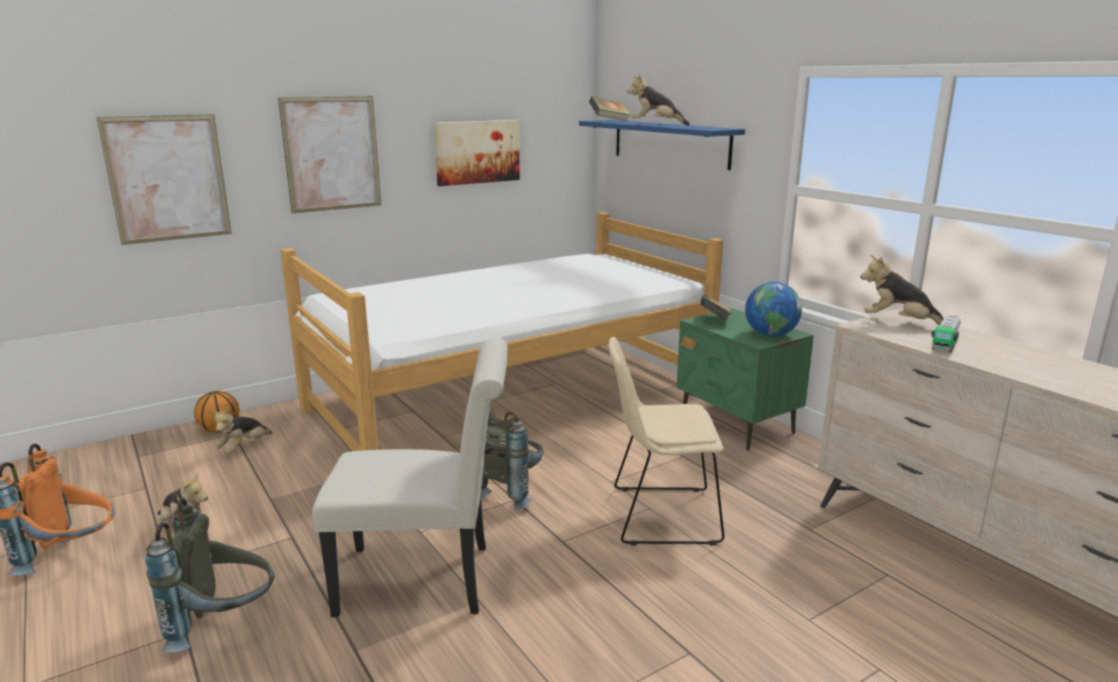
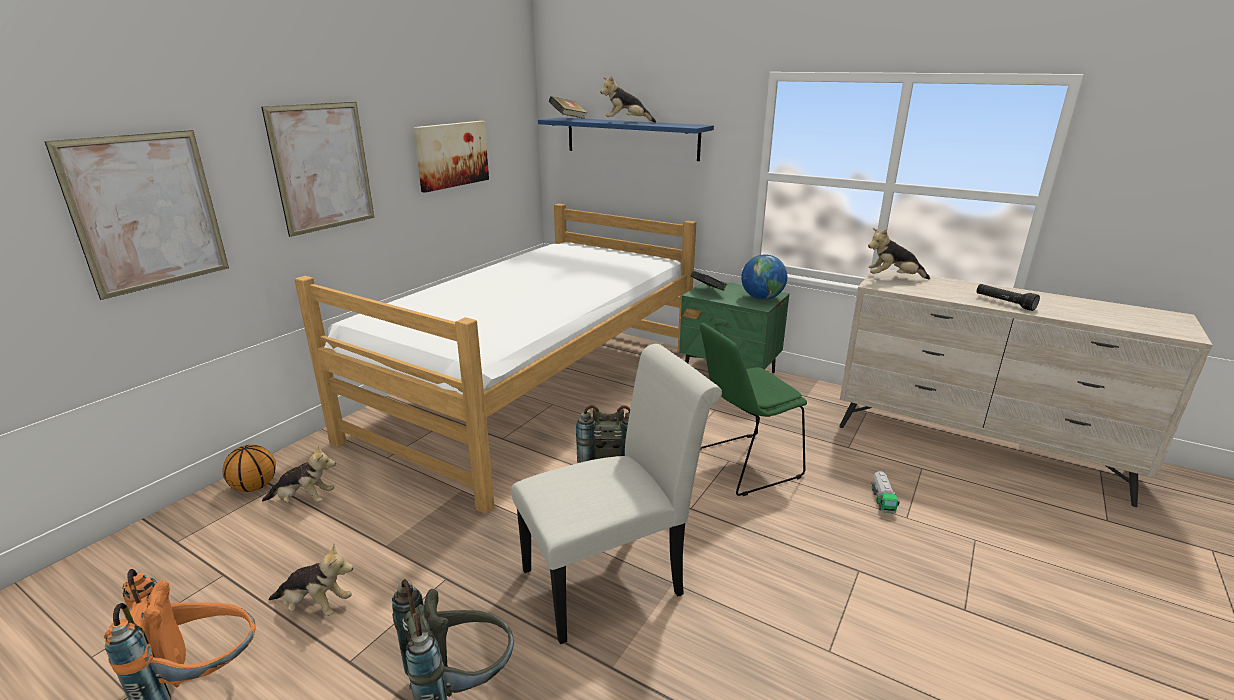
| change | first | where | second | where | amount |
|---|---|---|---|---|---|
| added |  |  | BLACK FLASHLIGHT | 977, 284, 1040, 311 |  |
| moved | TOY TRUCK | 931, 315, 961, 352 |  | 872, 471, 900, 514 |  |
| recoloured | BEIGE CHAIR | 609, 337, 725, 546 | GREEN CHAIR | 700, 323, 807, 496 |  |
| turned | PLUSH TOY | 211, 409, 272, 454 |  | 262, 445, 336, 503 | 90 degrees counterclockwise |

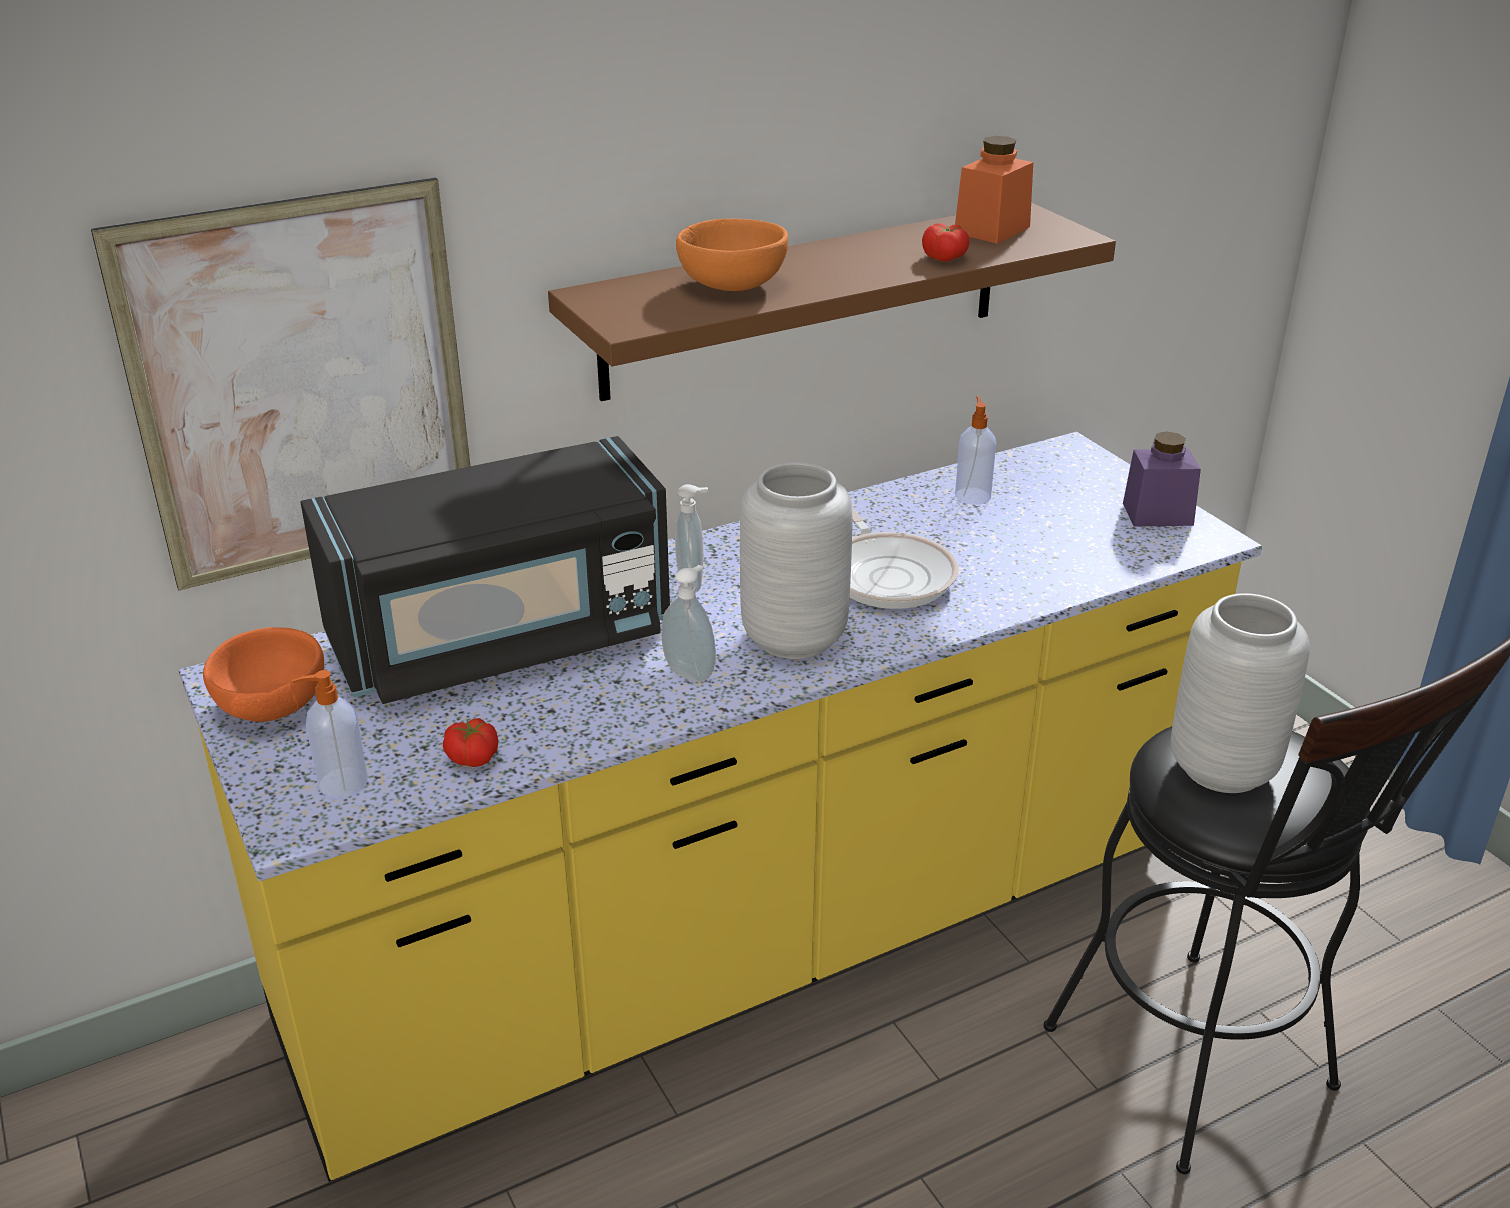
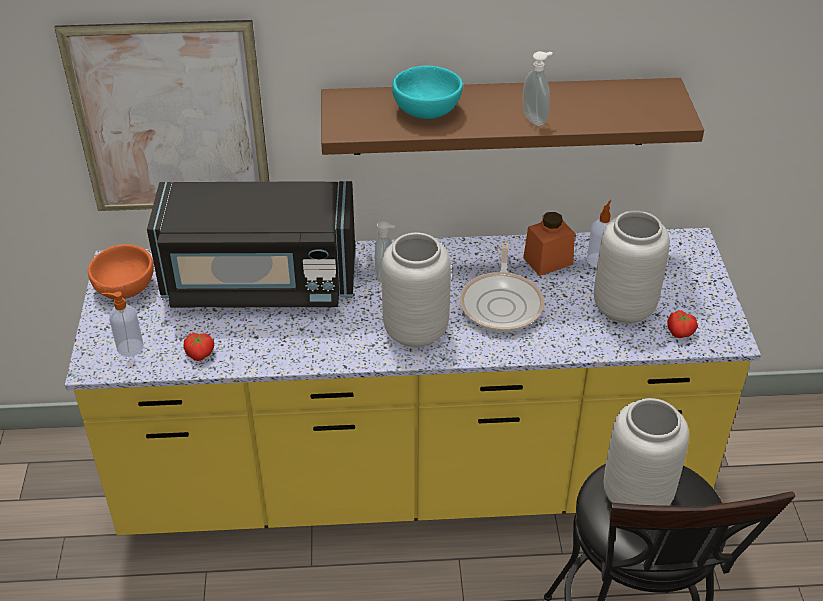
| change | first | where | second | where | amount |
|---|---|---|---|---|---|
| removed | PURPLE JAR | 1123, 431, 1201, 526 |  |  |  |
| added |  |  | GREY VASE | 594, 210, 670, 324 |  |
| moved | SOAP DISPENSER | 661, 565, 716, 682 |  | 523, 51, 552, 126 |  |
| moved | TOMATO | 922, 223, 970, 262 |  | 668, 310, 698, 338 |  |
| moved | ORANGE JAR | 955, 136, 1033, 244 |  | 523, 212, 575, 276 |  |
| recoloured | ORANGE BOWL | 676, 219, 788, 291 | TURQUOISE BOWL | 392, 66, 463, 119 |  |

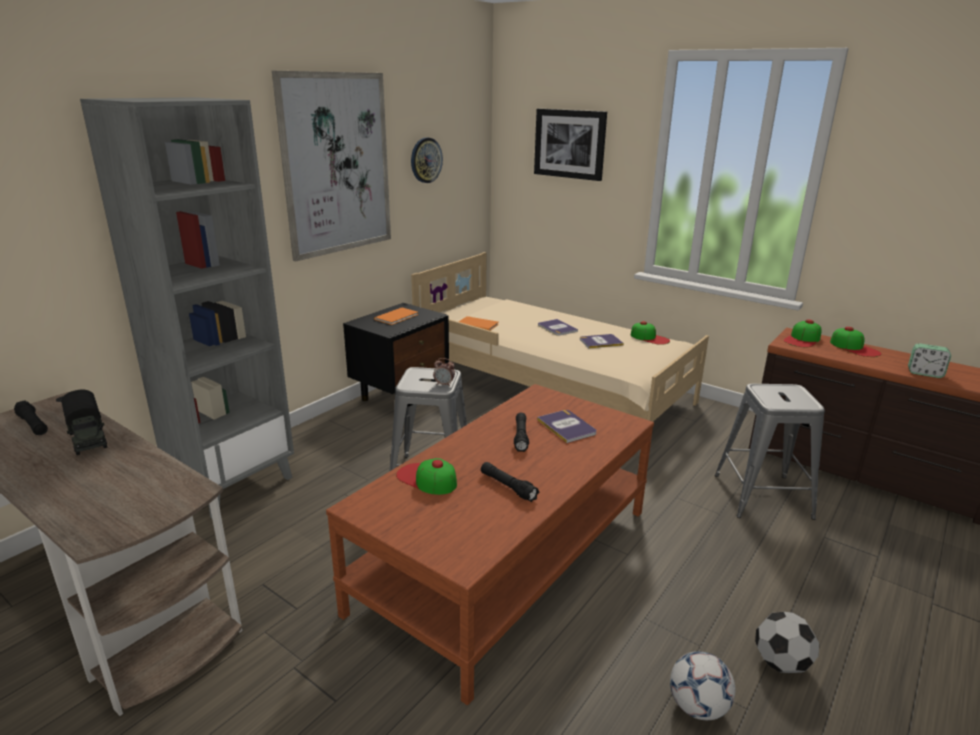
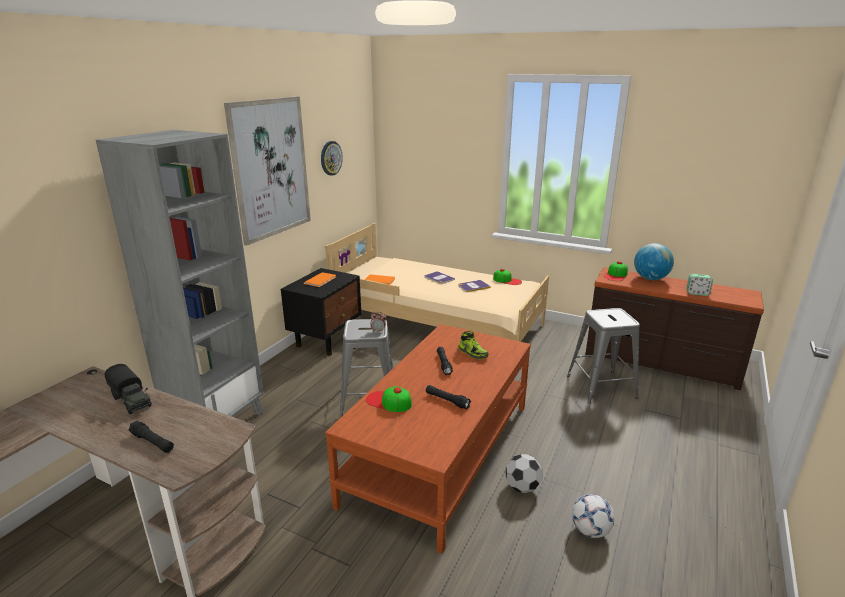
| change | first | where | second | where | amount |
|---|---|---|---|---|---|
| removed | PICTURE | 534, 108, 607, 181 |  |  |  |
| moved | BLACK FLASHLIGHT | 14, 400, 48, 435 |  | 128, 421, 174, 453 |  |
| moved | FOOTBALL | 755, 612, 819, 673 |  | 506, 454, 543, 493 |  |
| replaced | BOOK | 537, 410, 596, 443 | SHOE | 459, 330, 489, 360 |  |
| replaced | CAP | 830, 327, 881, 357 | GLOBE | 634, 243, 674, 280 |  |

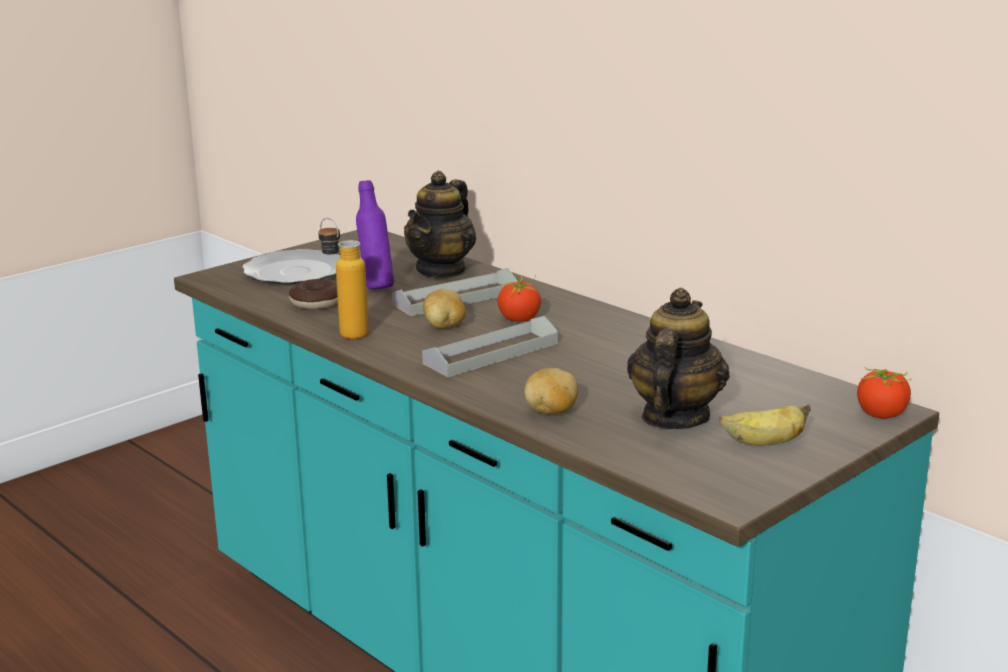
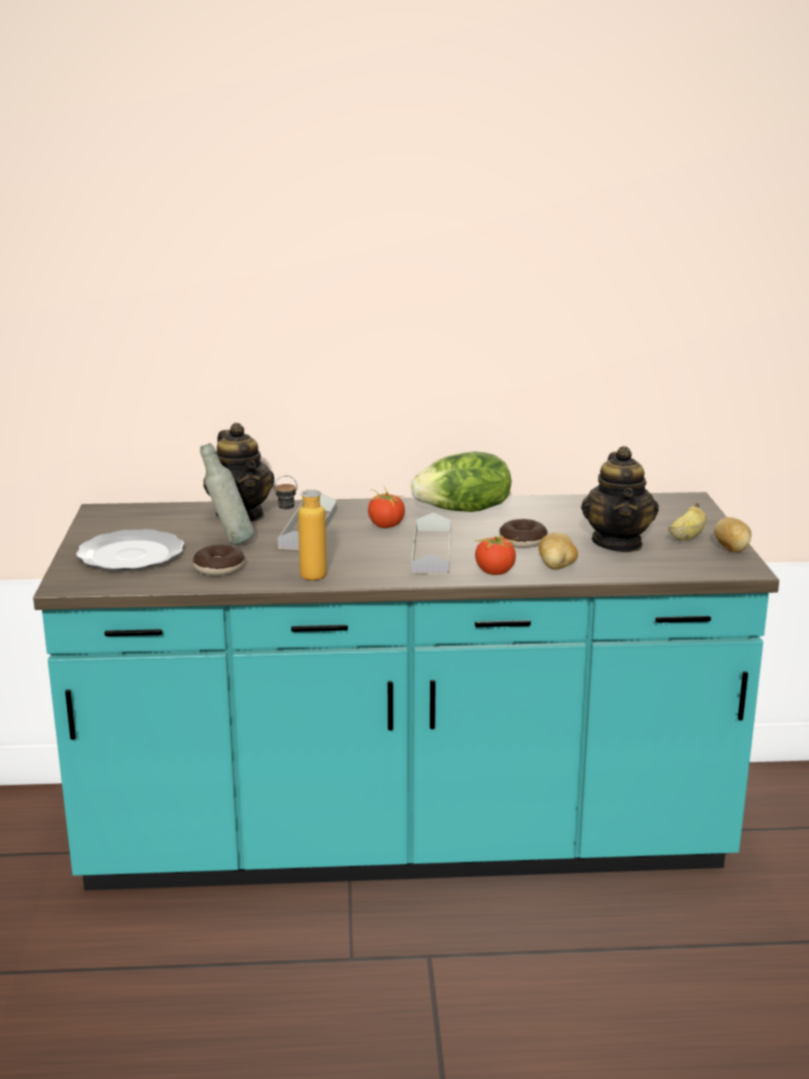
| change | first | where | second | where | amount |
|---|---|---|---|---|---|
| added |  |  | LETTUCE | 411, 452, 511, 512 |  |
| added |  |  | DONUT | 499, 519, 548, 548 |  |
| moved | POTATO | 423, 289, 466, 329 |  | 714, 517, 752, 553 |  |
| moved | TOMATO | 857, 367, 911, 419 |  | 475, 535, 517, 575 |  |
| recoloured | PURPLE BOTTLE | 356, 180, 394, 290 | GREY BOTTLE | 200, 443, 254, 545 |  |
| turned | TEAPOT | 627, 288, 730, 429 |  | 581, 446, 659, 552 | 150 degrees counterclockwise |

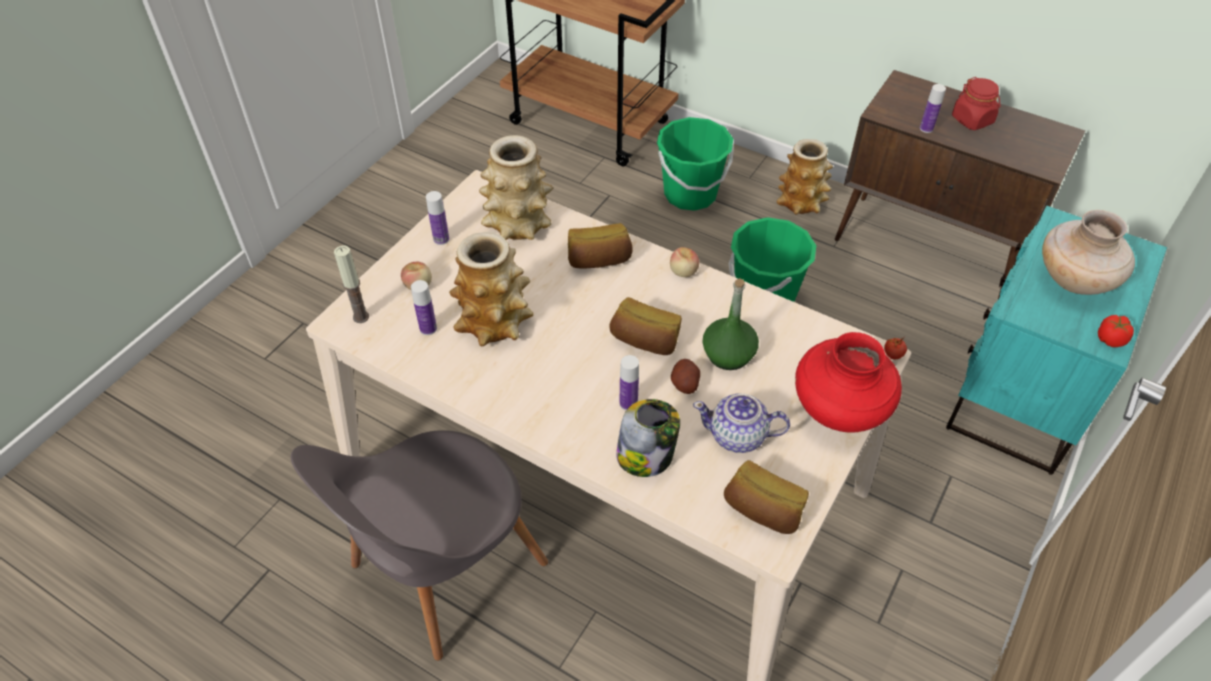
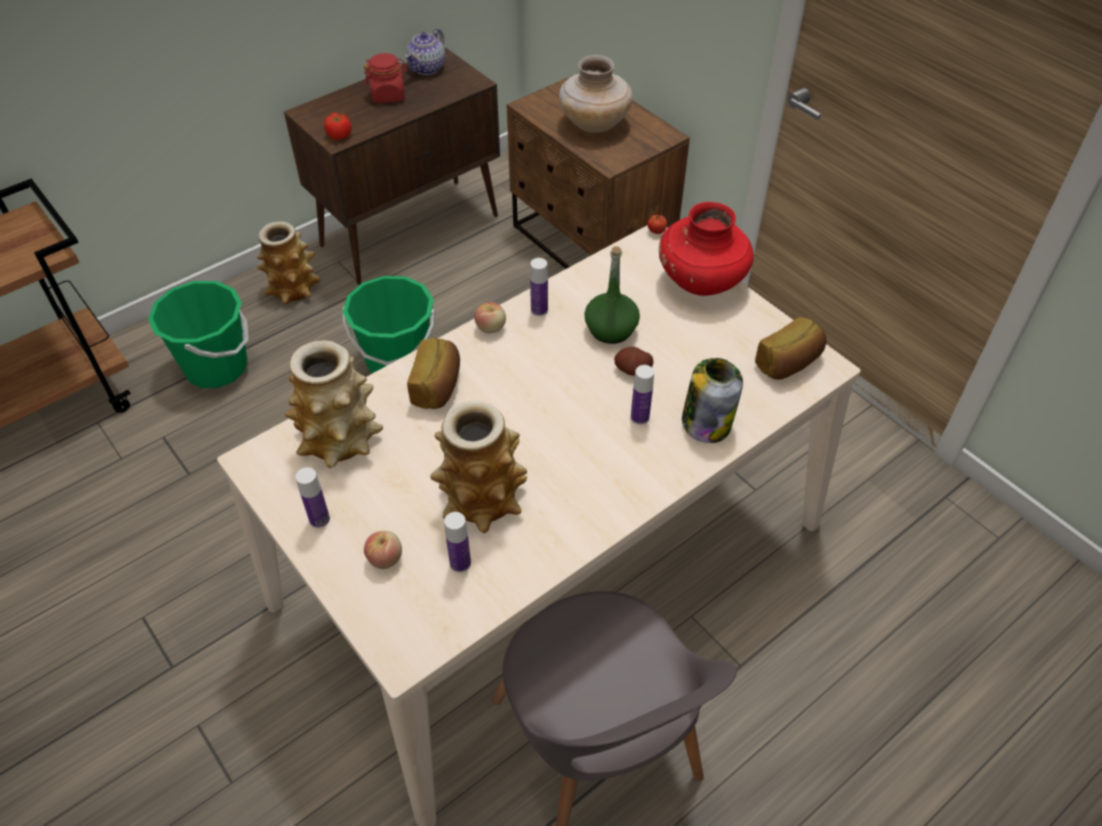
| change | first | where | second | where | amount |
|---|---|---|---|---|---|
| removed | CANDLE | 334, 245, 369, 323 |  |  |  |
| removed | BREAD | 609, 297, 682, 355 |  |  |  |
| moved | TEAPOT | 693, 393, 790, 453 |  | 405, 29, 445, 75 |  |
| moved | BOTTLE | 920, 84, 946, 133 |  | 530, 258, 548, 316 |  |
| moved | TOMATO | 1098, 315, 1134, 347 |  | 324, 113, 352, 140 |  |
| recoloured | TURQUOISE NIGHTSTAND | 946, 206, 1167, 475 | BROWN NIGHTSTAND | 507, 72, 690, 269 |  |

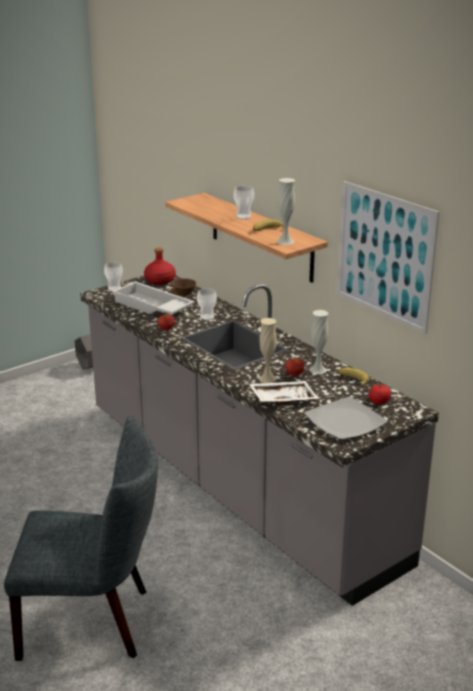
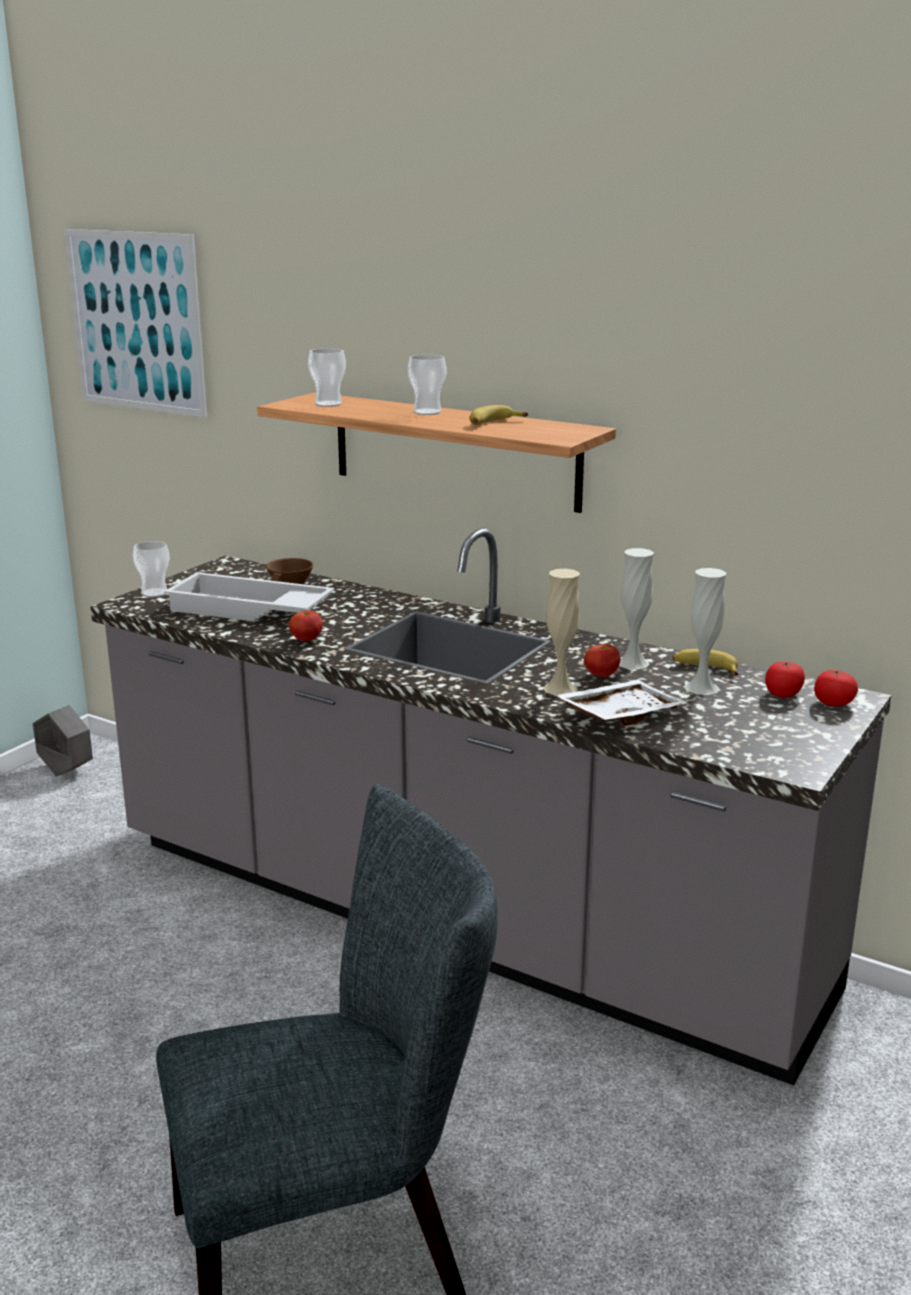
| change | first | where | second | where | amount |
|---|---|---|---|---|---|
| removed | RED BOTTLE | 144, 248, 176, 285 |  |  |  |
| removed | PLATE | 304, 397, 388, 440 |  |  |  |
| added |  |  | TOMATO | 814, 670, 858, 707 |  |
| moved | CUP | 197, 289, 217, 320 |  | 308, 348, 346, 407 |  |
| moved | WHITE VASE | 277, 178, 295, 245 |  | 684, 568, 726, 695 |  |
| moved | PICTURE | 337, 181, 439, 334 |  | 64, 229, 207, 418 |  |

